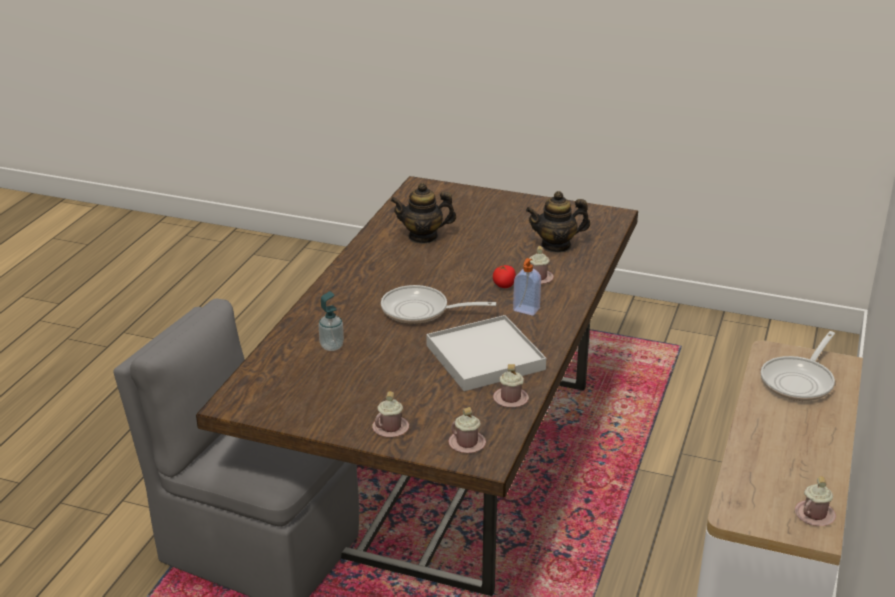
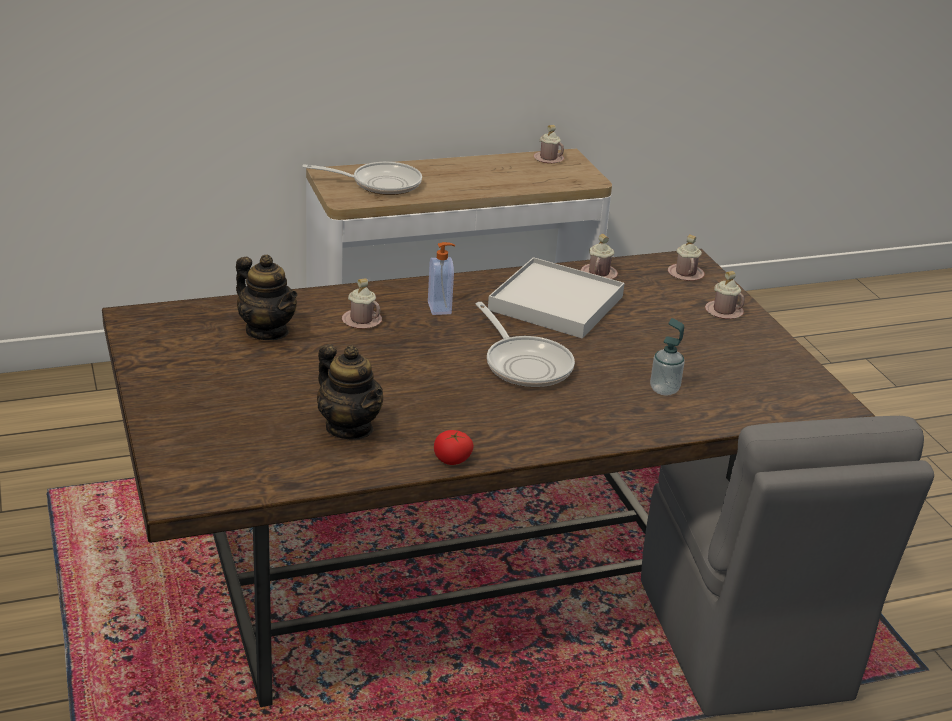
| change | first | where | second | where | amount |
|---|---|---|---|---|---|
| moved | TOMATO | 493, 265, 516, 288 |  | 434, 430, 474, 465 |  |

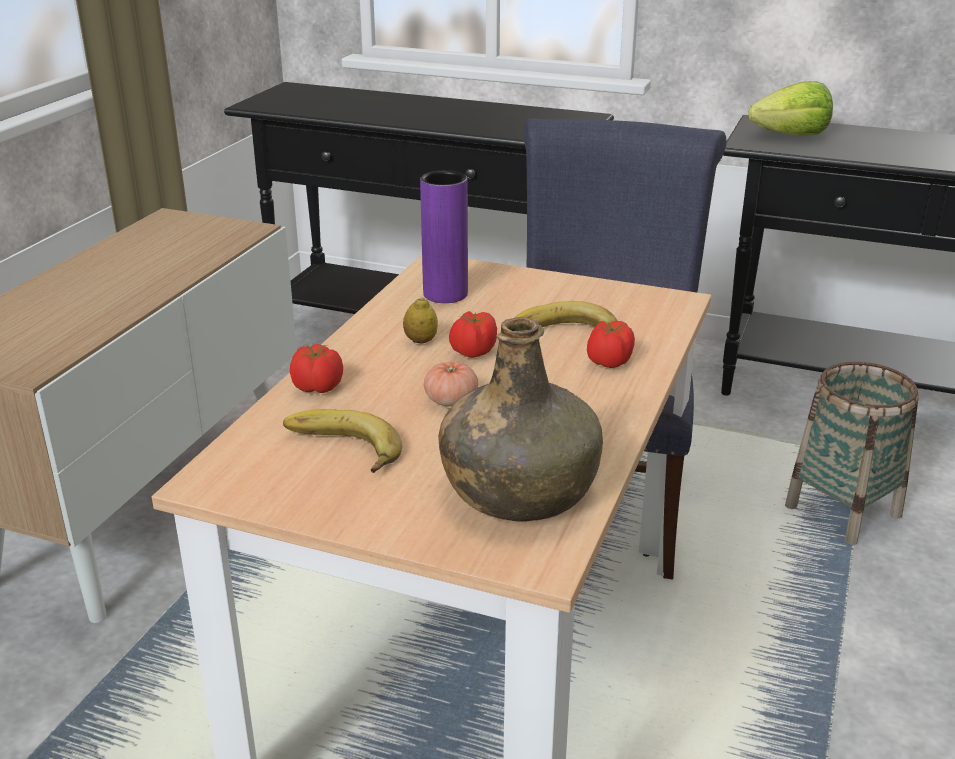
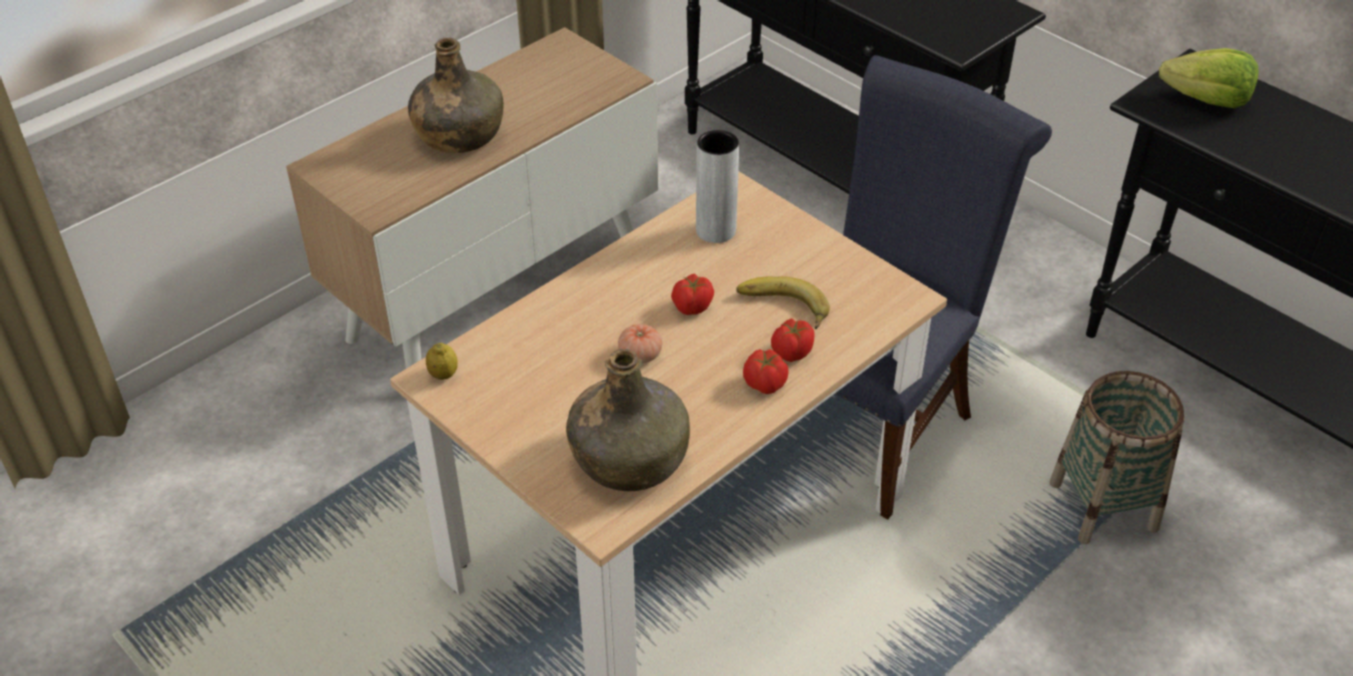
| change | first | where | second | where | amount |
|---|---|---|---|---|---|
| removed | BANANA | 283, 409, 402, 473 |  |  |  |
| added |  |  | GREEN BOTTLE | 408, 38, 504, 153 |  |
| moved | TOMATO | 290, 344, 343, 393 |  | 743, 349, 789, 394 |  |
| moved | LEMON | 403, 297, 438, 343 |  | 426, 343, 457, 380 |  |
| recoloured | PURPLE VASE | 420, 170, 468, 303 | GREY VASE | 696, 130, 739, 243 |  |

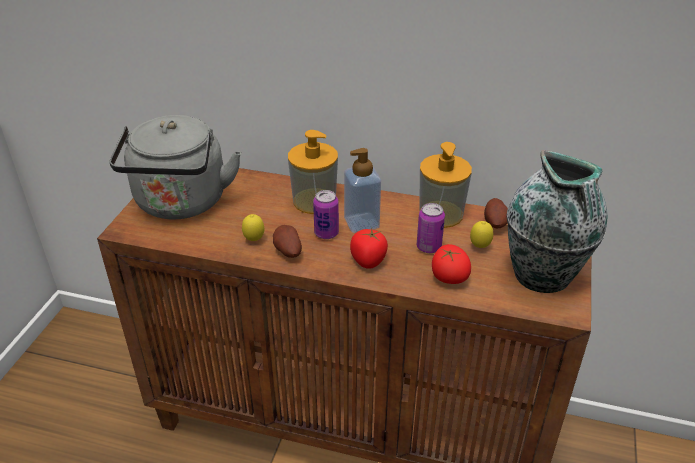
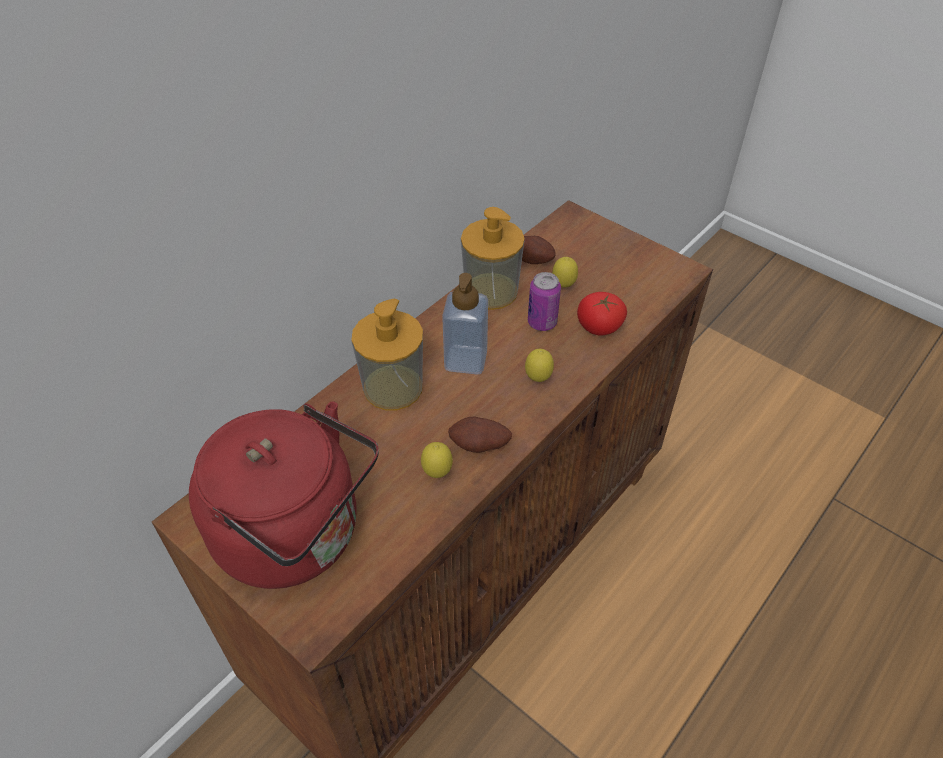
| change | first | where | second | where | amount |
|---|---|---|---|---|---|
| removed | CAN | 313, 190, 339, 239 |  |  |  |
| removed | VASE | 507, 150, 607, 293 |  |  |  |
| replaced | TOMATO | 350, 227, 388, 269 | LEMON | 525, 349, 554, 382 |  |
| recoloured | GREY KETTLE | 109, 115, 241, 219 | RED KETTLE | 189, 401, 379, 589 |  |

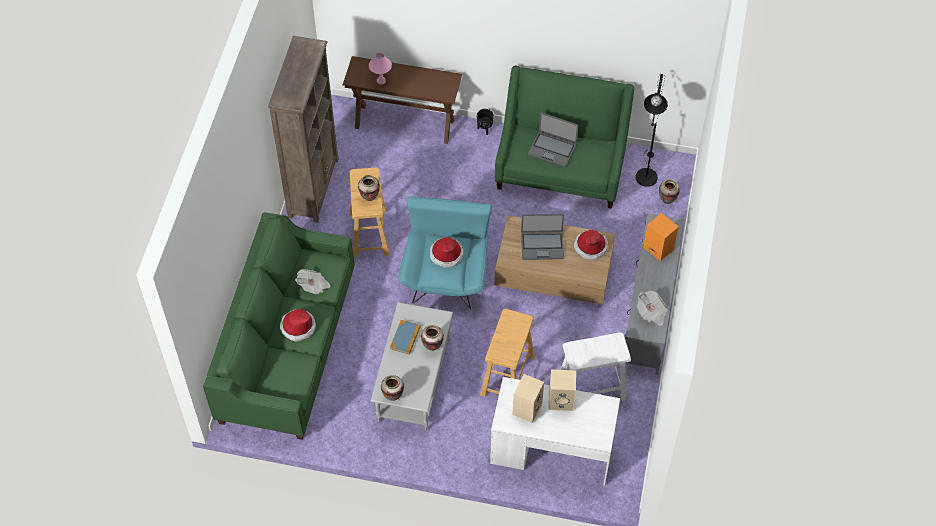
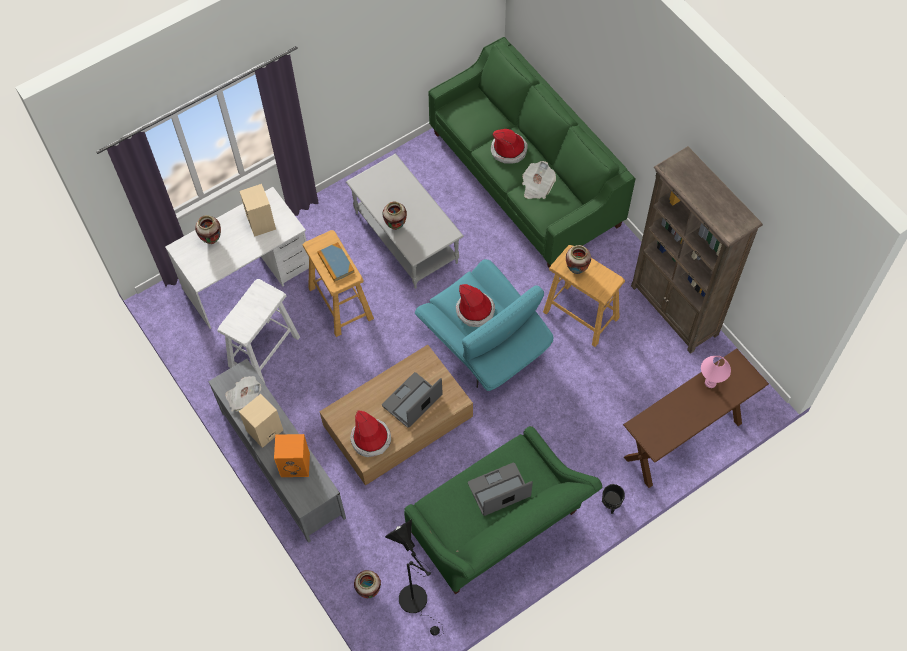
| change | first | where | second | where | amount |
|---|---|---|---|---|---|
| moved | VASE | 381, 375, 404, 401 |  | 195, 215, 221, 244 |  |
| moved | BOOK | 390, 320, 421, 355 |  | 317, 242, 354, 282 |  |
| moved | BEIGE SPEAKER | 549, 369, 576, 411 |  | 239, 394, 283, 448 |  |

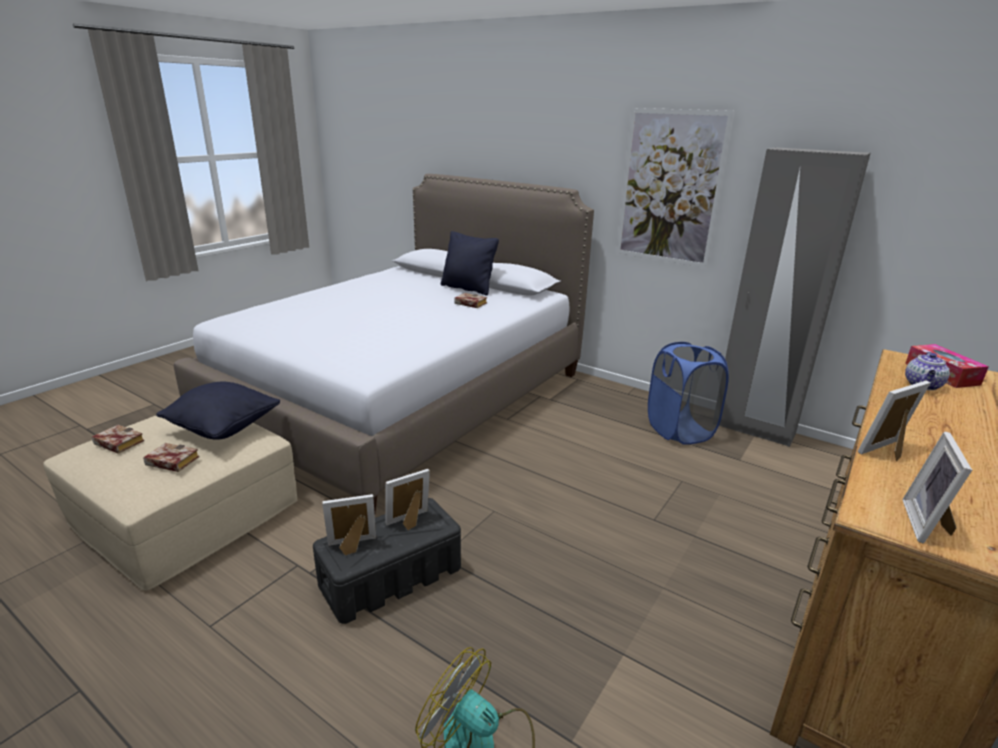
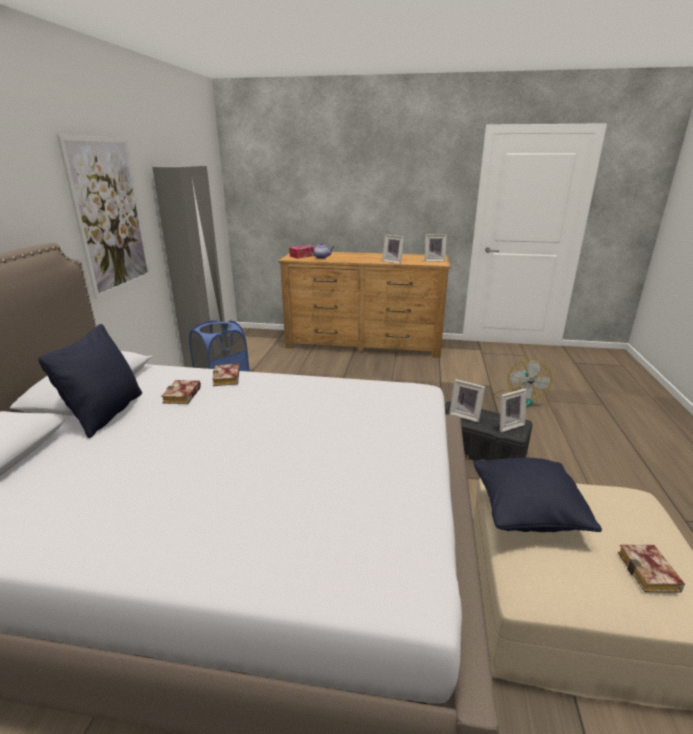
| change | first | where | second | where | amount |
|---|---|---|---|---|---|
| moved | BOOK | 143, 443, 199, 472 |  | 212, 364, 240, 386 |  |
| turned | PICTURE FRAME | 322, 494, 376, 555 |  | 500, 389, 527, 432 | 75 degrees counterclockwise |

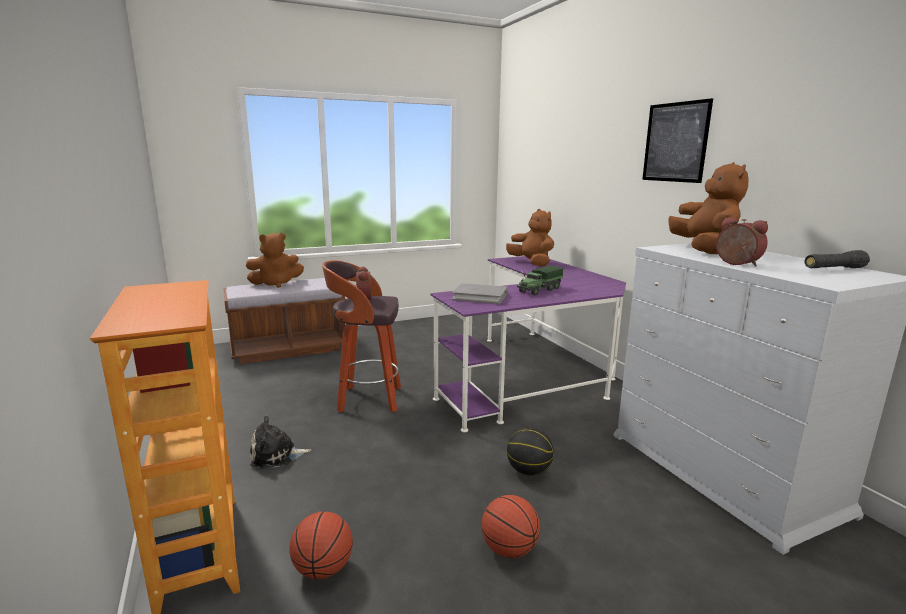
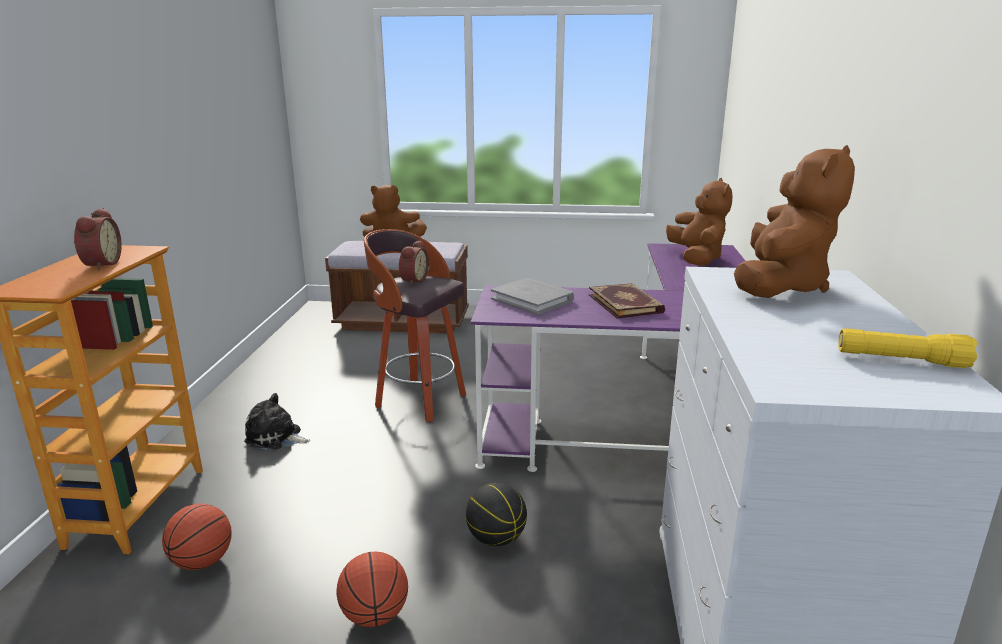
| change | first | where | second | where | amount |
|---|---|---|---|---|---|
| removed | PICTURE | 642, 98, 713, 183 |  |  |  |
| moved | ALARM CLOCK | 716, 217, 768, 266 |  | 74, 208, 122, 270 |  |
| replaced | TOY TRUCK | 517, 266, 563, 296 | BOOK | 589, 283, 665, 318 |  |
| recoloured | BLACK FLASHLIGHT | 804, 250, 870, 268 | YELLOW FLASHLIGHT | 838, 328, 977, 368 |  |

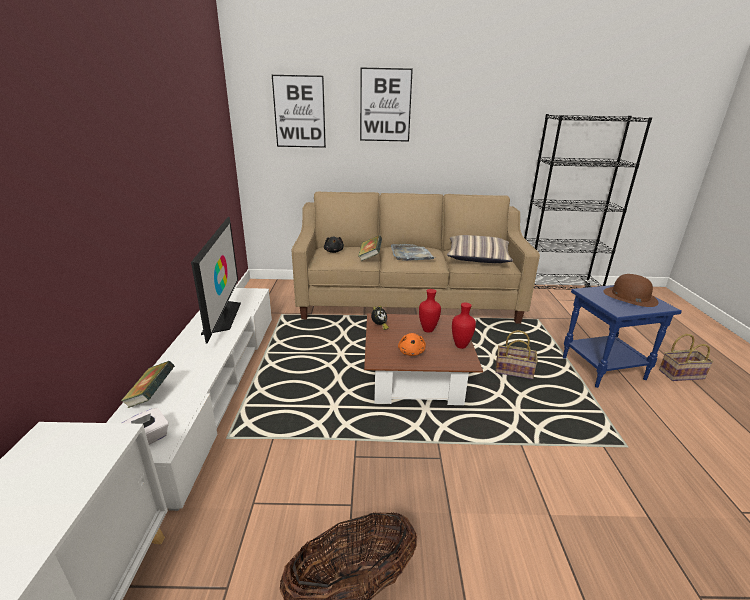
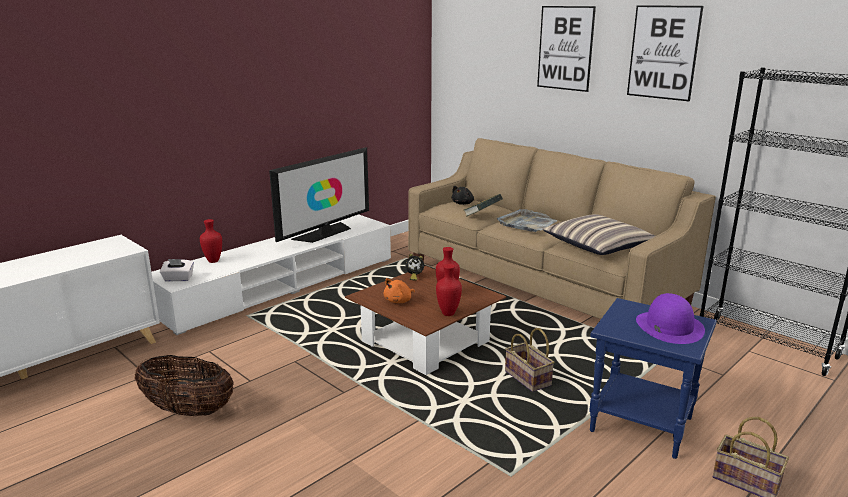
| change | first | where | second | where | amount |
|---|---|---|---|---|---|
| moved | PICTURE | 272, 75, 326, 148 |  | 627, 5, 703, 101 |  |
| replaced | BOOK | 120, 361, 175, 408 | RED VASE | 200, 219, 222, 263 |  |
| recoloured | BROWN HAT | 604, 274, 659, 307 | PURPLE HAT | 636, 293, 705, 344 |  |

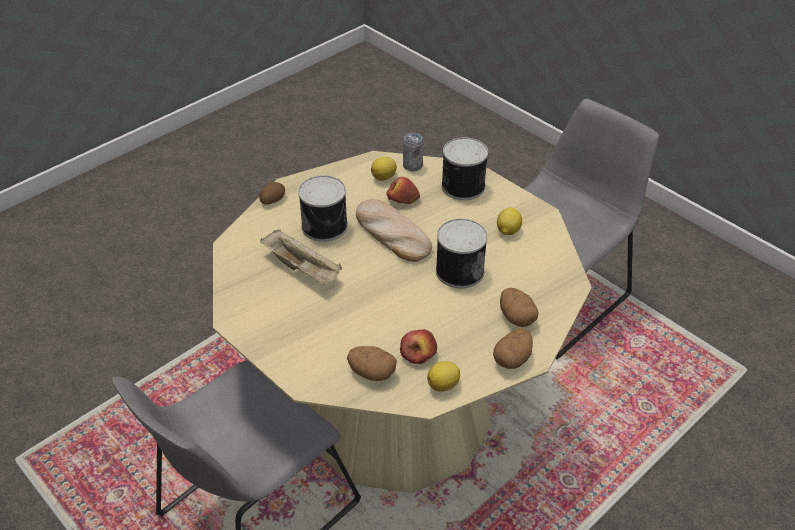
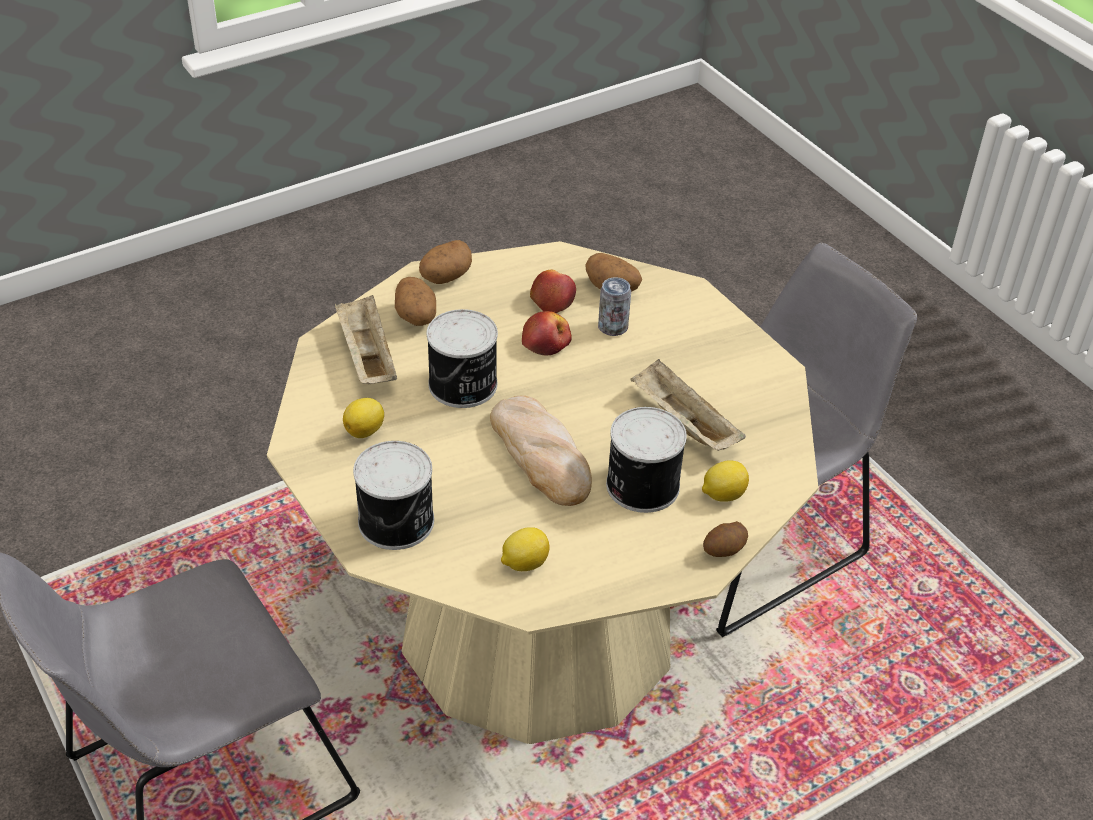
| change | first | where | second | where | amount |
|---|---|---|---|---|---|
| added |  |  | BEIGE TRAY | 335, 295, 397, 384 |  |
| moved | APPLE | 386, 177, 420, 204 |  | 522, 311, 572, 355 |  |
| moved | CAN | 403, 133, 423, 171 |  | 598, 277, 631, 336 |  |
| moved | LEMON | 427, 361, 460, 392 |  | 702, 460, 749, 502 |  |

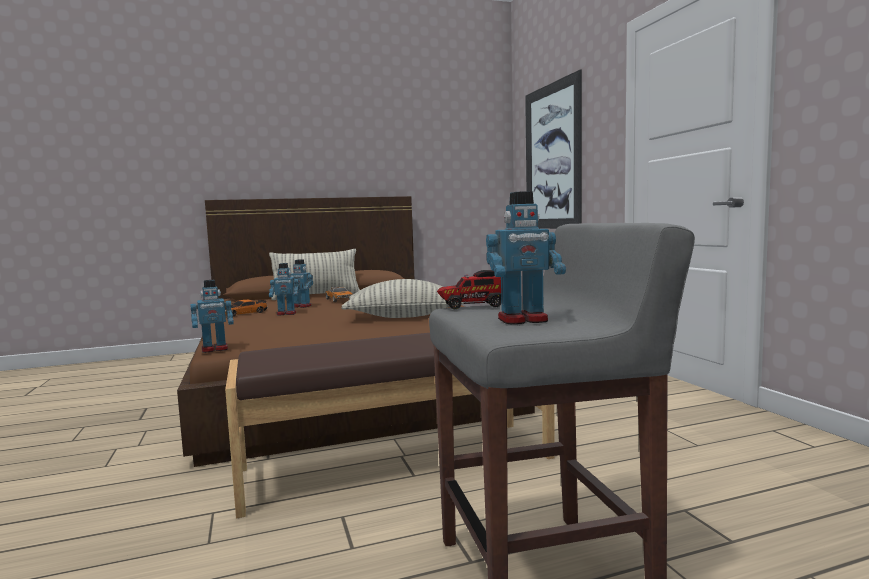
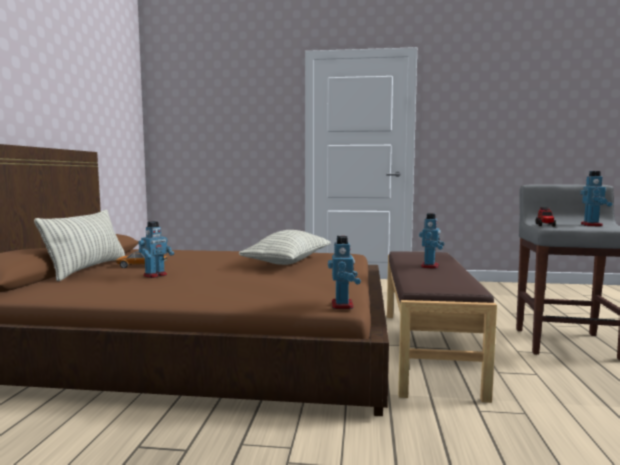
| change | first | where | second | where | amount |
|---|---|---|---|---|---|
| removed | TOY CAR | 225, 299, 268, 316 |  |  |  |
| removed | PICTURE | 525, 70, 582, 229 |  |  |  |
| moved | TOY ROBOT | 269, 263, 299, 316 |  | 419, 213, 444, 269 |  |

